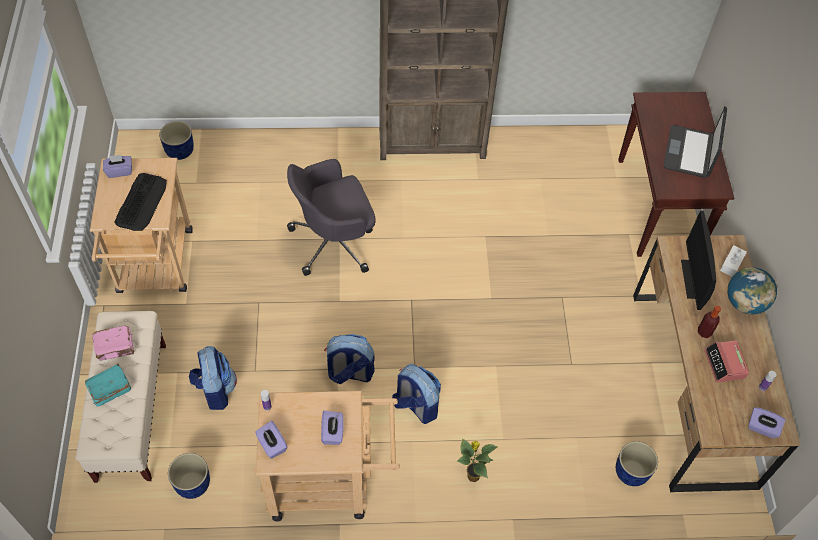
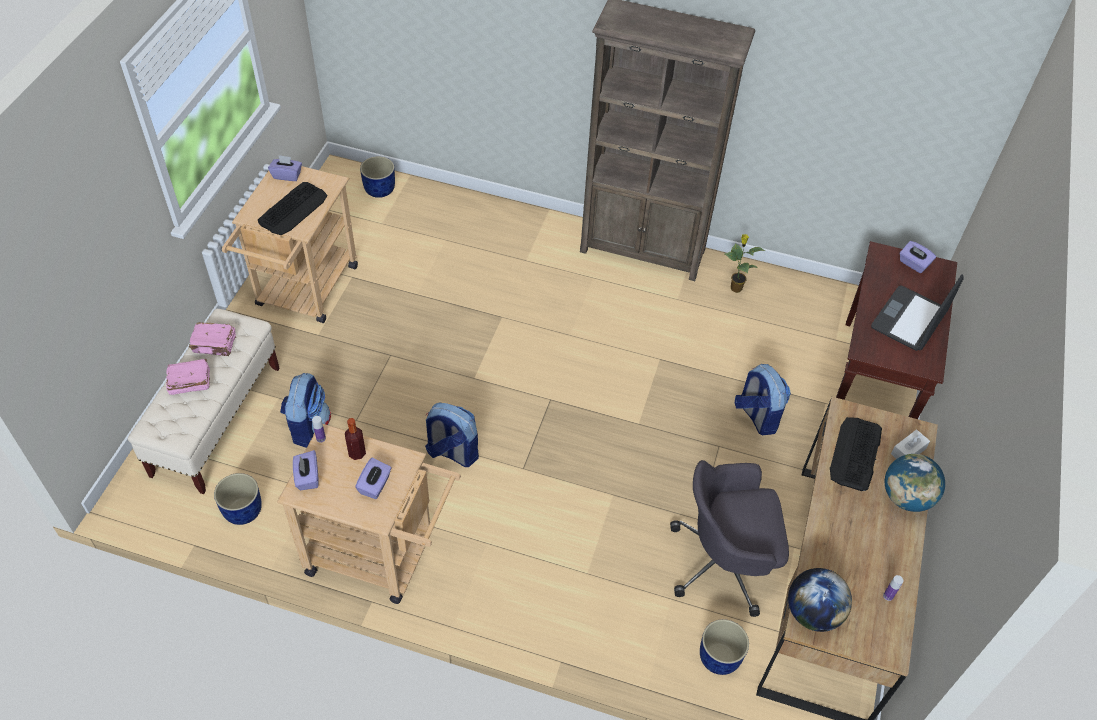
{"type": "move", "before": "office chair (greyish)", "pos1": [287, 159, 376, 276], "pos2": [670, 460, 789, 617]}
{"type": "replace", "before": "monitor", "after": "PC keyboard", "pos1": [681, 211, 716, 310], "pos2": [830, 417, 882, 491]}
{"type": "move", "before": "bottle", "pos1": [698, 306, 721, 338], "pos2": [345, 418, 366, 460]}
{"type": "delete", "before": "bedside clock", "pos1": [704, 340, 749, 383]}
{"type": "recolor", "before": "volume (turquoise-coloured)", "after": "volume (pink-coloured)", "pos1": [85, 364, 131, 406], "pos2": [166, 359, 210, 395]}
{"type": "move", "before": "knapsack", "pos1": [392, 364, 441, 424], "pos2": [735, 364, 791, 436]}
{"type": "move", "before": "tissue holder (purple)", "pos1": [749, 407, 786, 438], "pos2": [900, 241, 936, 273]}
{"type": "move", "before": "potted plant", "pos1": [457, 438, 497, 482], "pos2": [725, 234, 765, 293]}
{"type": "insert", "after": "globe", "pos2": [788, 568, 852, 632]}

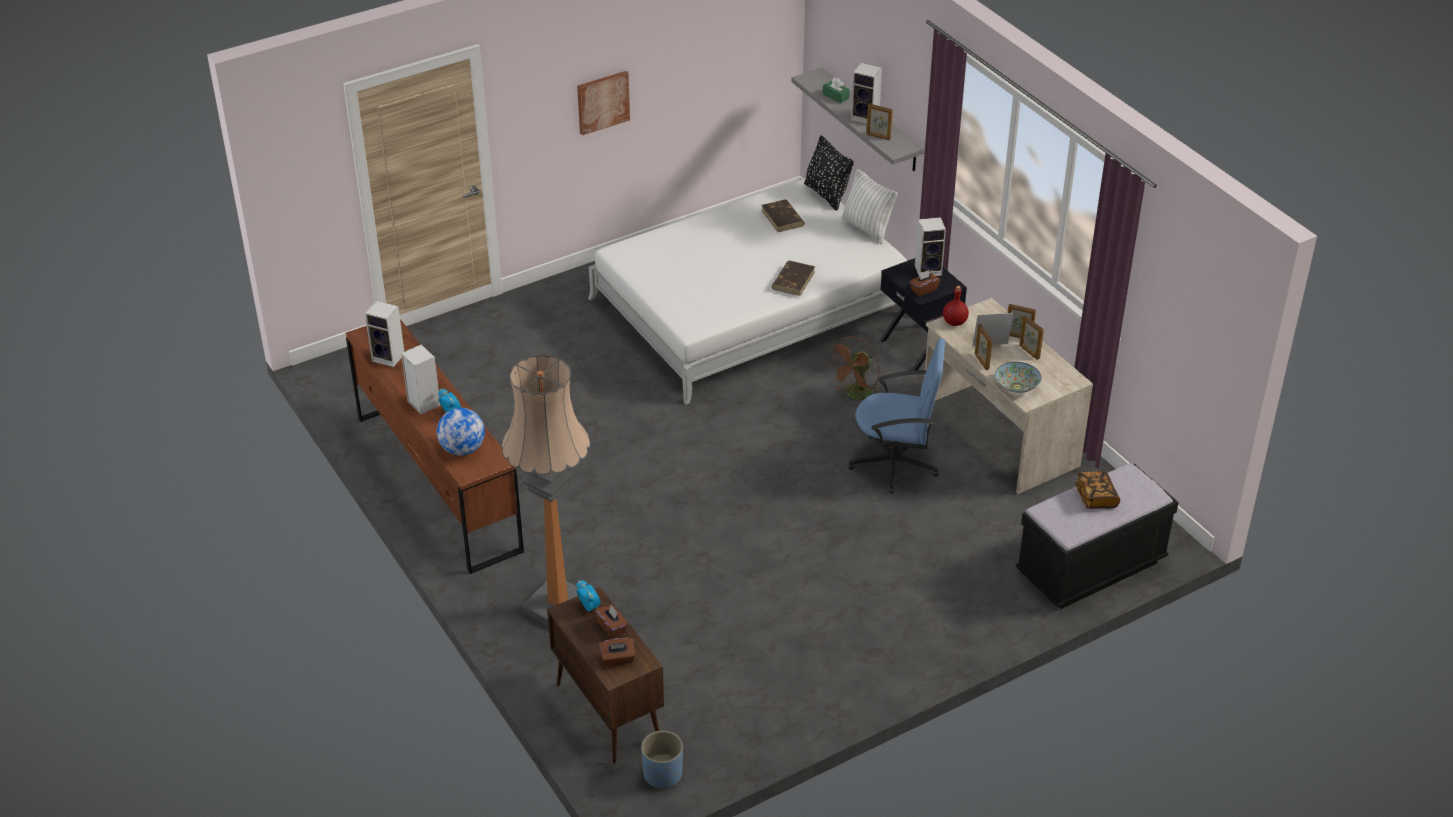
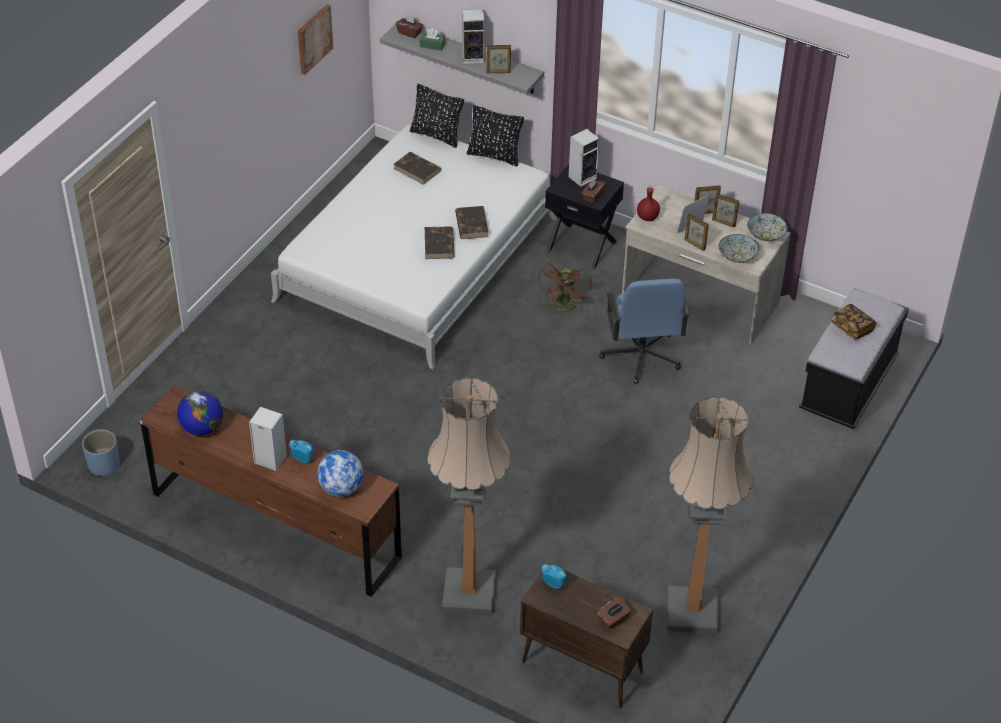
{"type": "move", "before": "wall art", "pos1": [577, 71, 630, 135], "pos2": [298, 4, 333, 75]}
{"type": "recolor", "before": "throw pillow (white)", "after": "throw pillow (black)", "pos1": [841, 169, 898, 244], "pos2": [467, 105, 524, 166]}
{"type": "replace", "before": "loudspeaker", "after": "globe", "pos1": [365, 301, 404, 367], "pos2": [177, 390, 223, 436]}
{"type": "rotate", "before": "office chair (blue-coloured)", "pos1": [848, 338, 945, 494], "pos2": [600, 279, 689, 384], "turn": 105}
{"type": "move", "before": "tissue holder (brown)", "pos1": [595, 605, 628, 638], "pos2": [396, 15, 423, 38]}
{"type": "move", "before": "plant pot (blue-coloured)", "pos1": [641, 731, 683, 789], "pos2": [82, 429, 120, 476]}
{"type": "insert", "after": "serving bowl", "pos2": [747, 213, 788, 241]}
{"type": "insert", "after": "volume (brown)", "pos2": [425, 227, 454, 259]}
{"type": "insert", "after": "standing lamp", "pos2": [667, 396, 753, 634]}

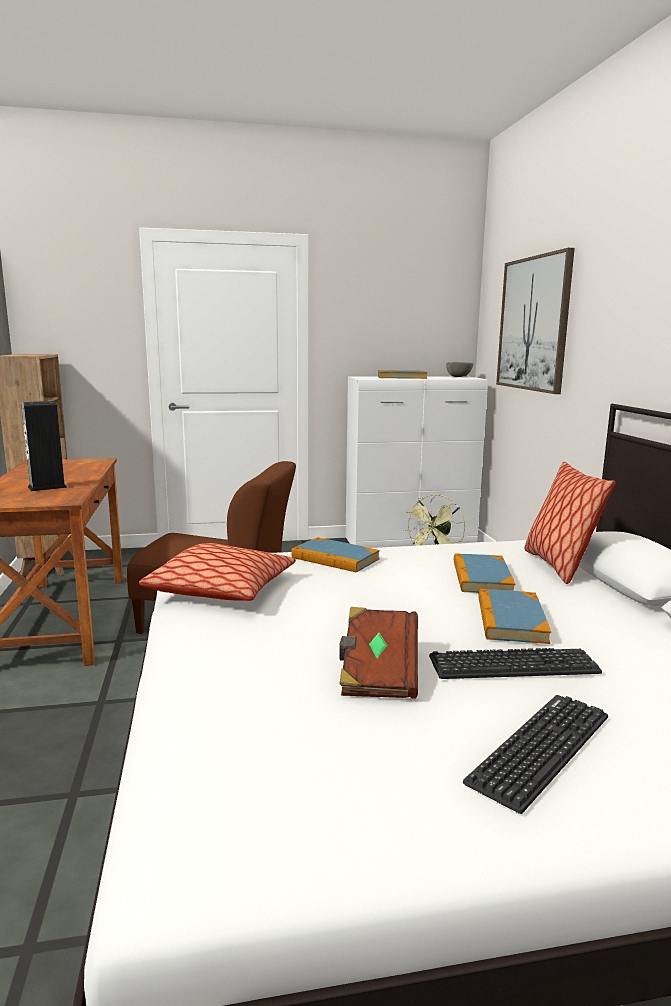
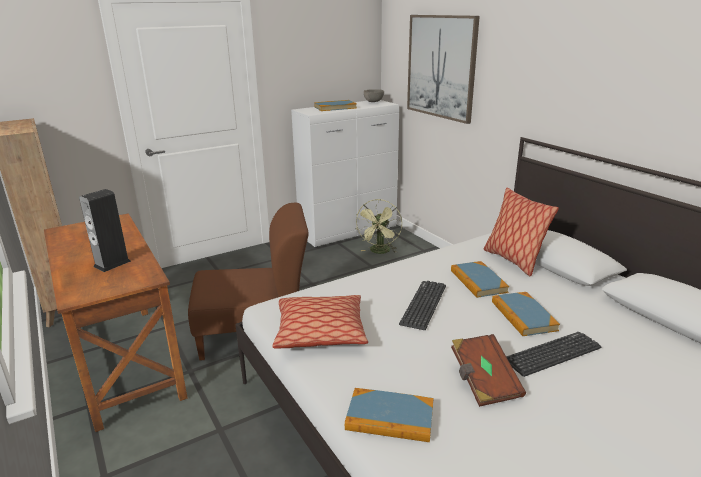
{"type": "move", "before": "volume", "pos1": [291, 537, 380, 573], "pos2": [345, 388, 434, 442]}
{"type": "move", "before": "PC keyboard", "pos1": [463, 695, 608, 814], "pos2": [399, 281, 446, 330]}

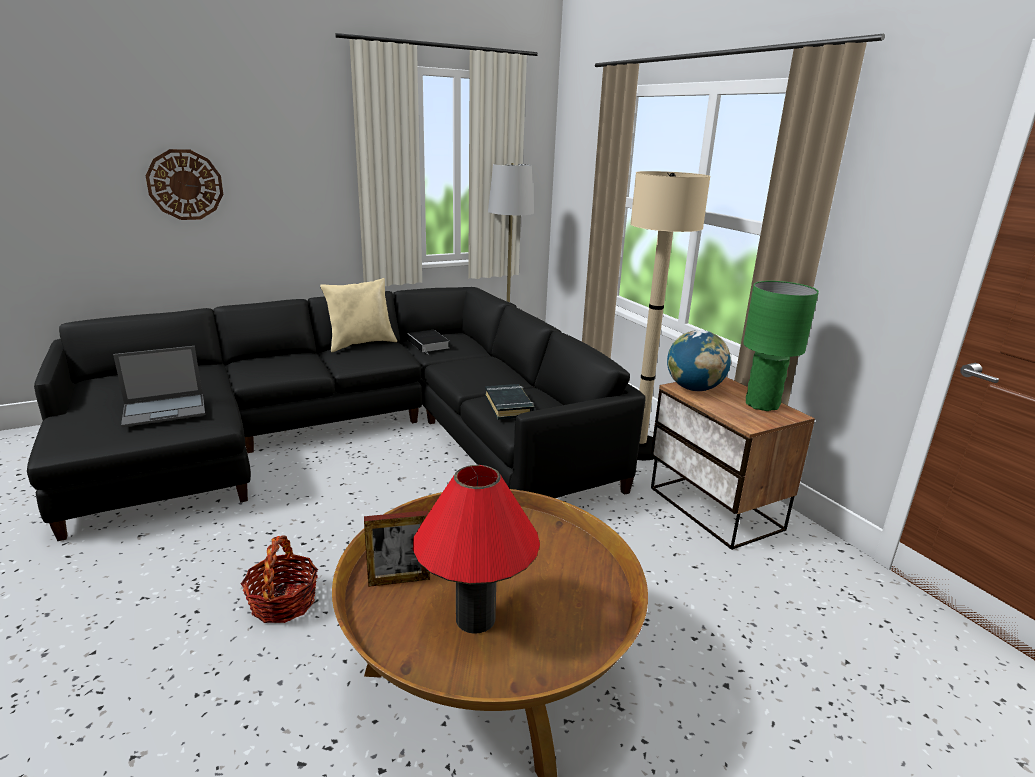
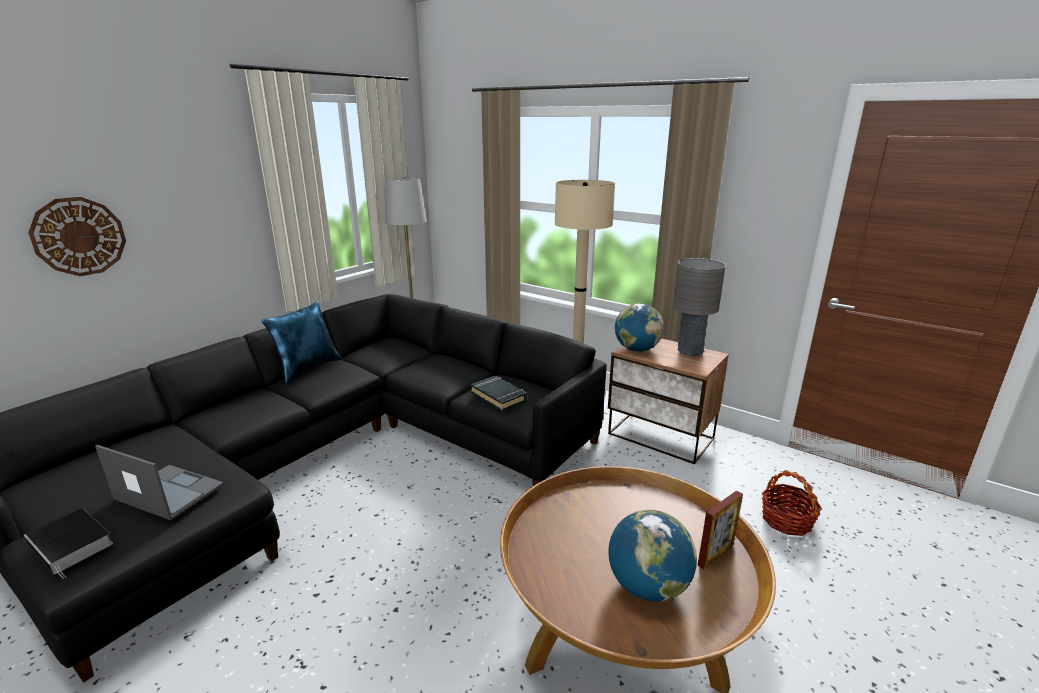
{"type": "recolor", "before": "throw pillow (beige-coloured)", "after": "throw pillow (blue-coloured)", "pos1": [320, 278, 397, 352], "pos2": [261, 301, 342, 384]}
{"type": "recolor", "before": "lamp for a table (green-coloured)", "after": "lamp for a table (greyish)", "pos1": [743, 281, 819, 411], "pos2": [673, 258, 726, 356]}
{"type": "move", "before": "volume", "pos1": [407, 330, 449, 354], "pos2": [24, 508, 113, 579]}
{"type": "rotate", "before": "laptop", "pos1": [113, 346, 205, 427], "pos2": [95, 445, 224, 520], "turn": -105}
{"type": "replace", "before": "lamp for a table (red)", "after": "globe", "pos1": [413, 465, 540, 634], "pos2": [608, 510, 697, 602]}
{"type": "move", "before": "picture frame", "pos1": [364, 510, 430, 587], "pos2": [698, 491, 743, 569]}
{"type": "move", "before": "household basket", "pos1": [241, 535, 318, 623], "pos2": [762, 470, 822, 536]}

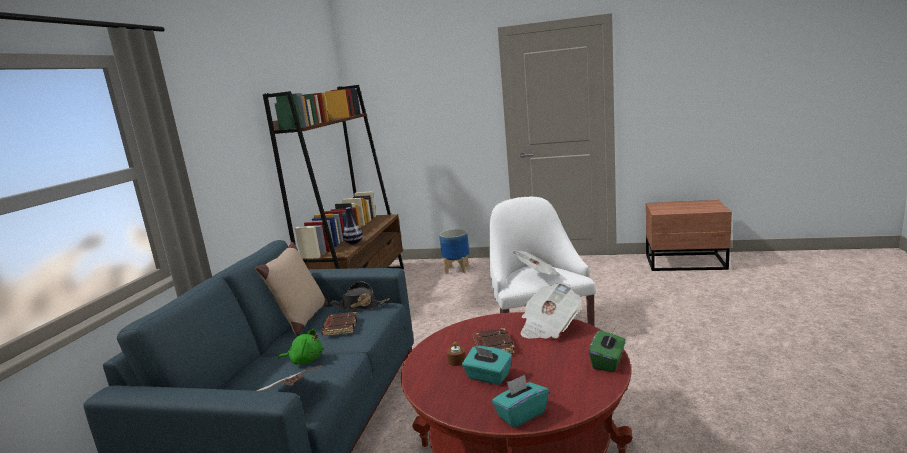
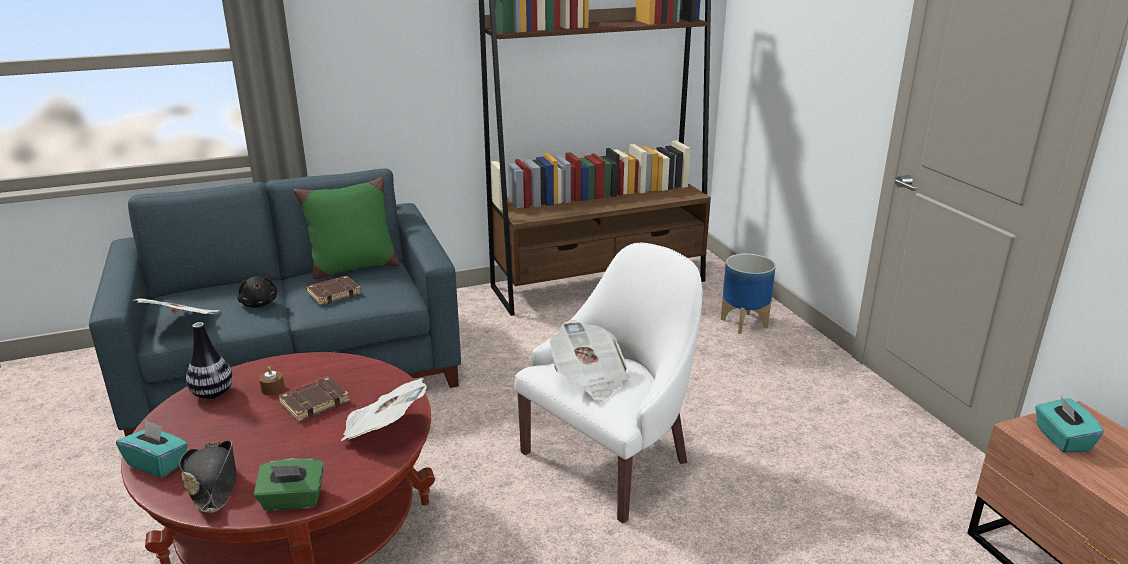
{"type": "move", "before": "flower vase", "pos1": [343, 207, 363, 245], "pos2": [186, 322, 233, 399]}
{"type": "recolor", "before": "throw pillow (beige-coloured)", "after": "throw pillow (green-coloured)", "pos1": [255, 242, 328, 335], "pos2": [293, 177, 400, 279]}
{"type": "move", "before": "clothing hat (black)", "pos1": [329, 281, 390, 309], "pos2": [179, 440, 237, 513]}
{"type": "recolor", "before": "cuddly toy (green-coloured)", "after": "cuddly toy (black)", "pos1": [278, 328, 323, 365], "pos2": [237, 276, 277, 308]}
{"type": "move", "before": "tissue holder (turquoise-coloured)", "pos1": [462, 346, 512, 385], "pos2": [1035, 396, 1104, 453]}

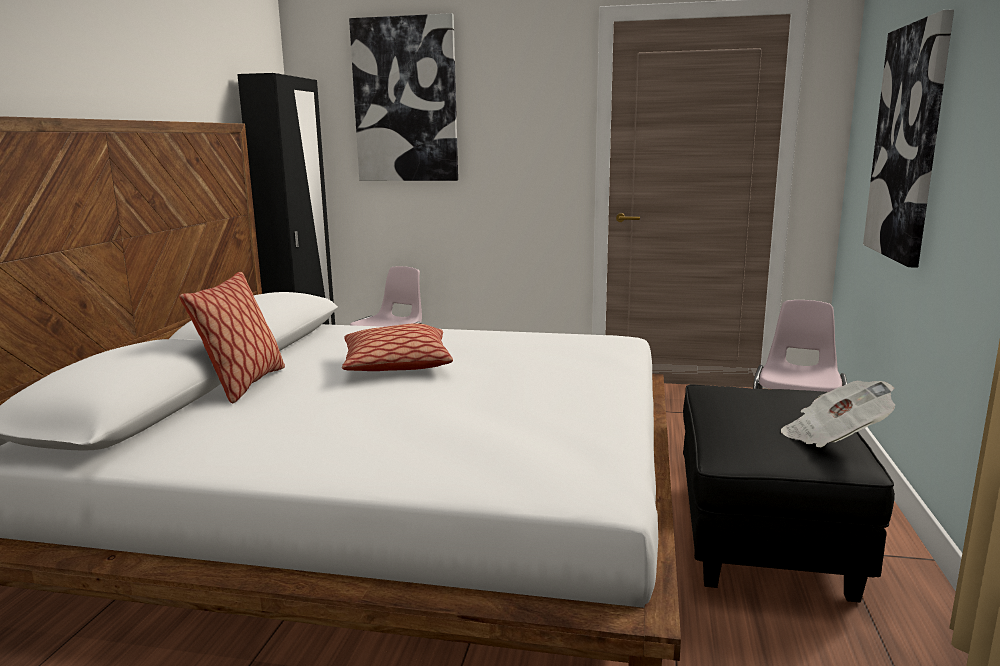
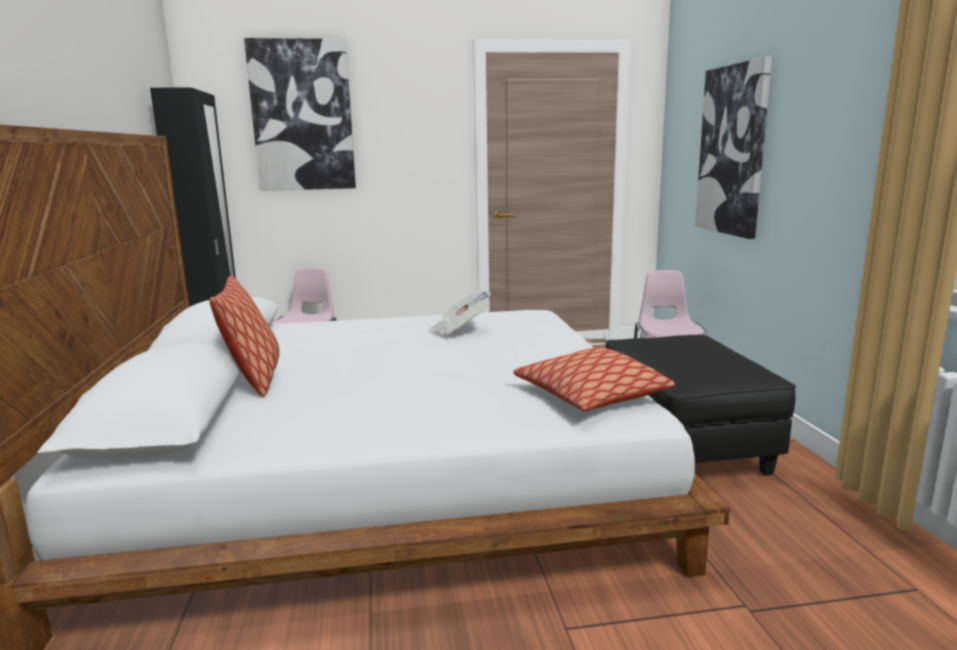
{"type": "move", "before": "throw pillow", "pos1": [342, 323, 453, 371], "pos2": [514, 348, 675, 411]}
{"type": "move", "before": "daily paper", "pos1": [781, 381, 895, 447], "pos2": [429, 292, 491, 334]}

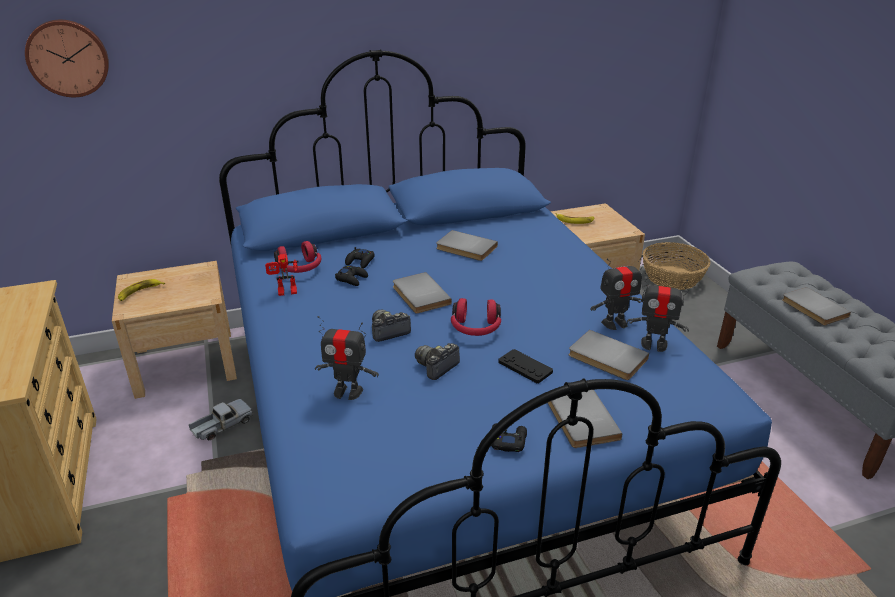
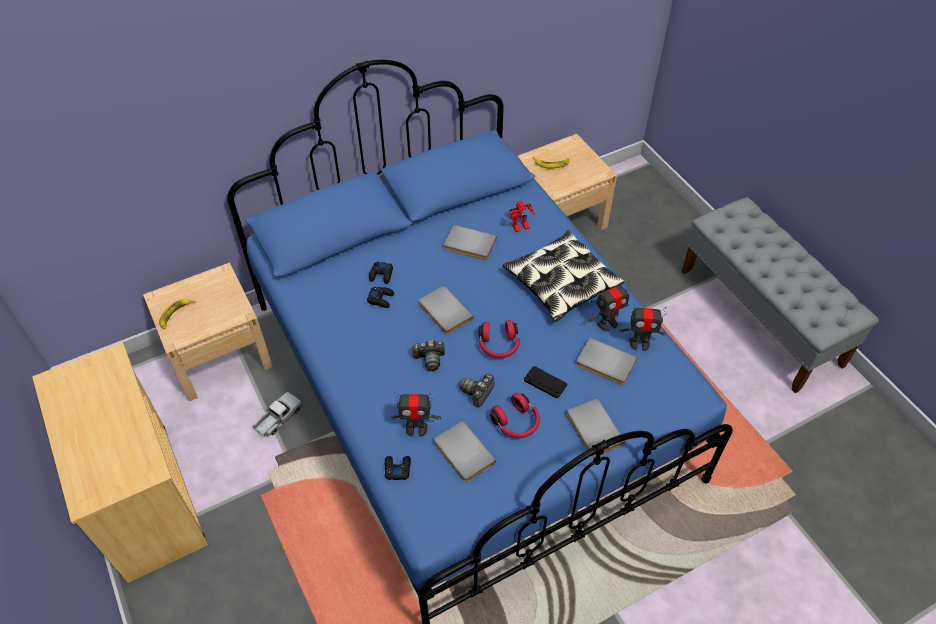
{"type": "delete", "before": "hanging clock", "pos1": [25, 20, 109, 97]}
{"type": "move", "before": "headphones (red)", "pos1": [274, 241, 322, 273], "pos2": [490, 393, 540, 438]}
{"type": "delete", "before": "household basket", "pos1": [642, 242, 711, 290]}
{"type": "move", "before": "toy robot", "pos1": [265, 254, 299, 296], "pos2": [509, 201, 535, 232]}
{"type": "move", "before": "volume (greyish)", "pos1": [782, 287, 851, 325], "pos2": [434, 421, 496, 482]}
{"type": "rotate", "before": "photo camera", "pos1": [372, 310, 411, 342], "pos2": [412, 340, 445, 371], "turn": -150}
{"type": "move", "before": "joypad (black)", "pos1": [491, 423, 527, 452], "pos2": [385, 456, 411, 480]}
{"type": "insert", "after": "throw pillow", "pos2": [503, 230, 624, 322]}

